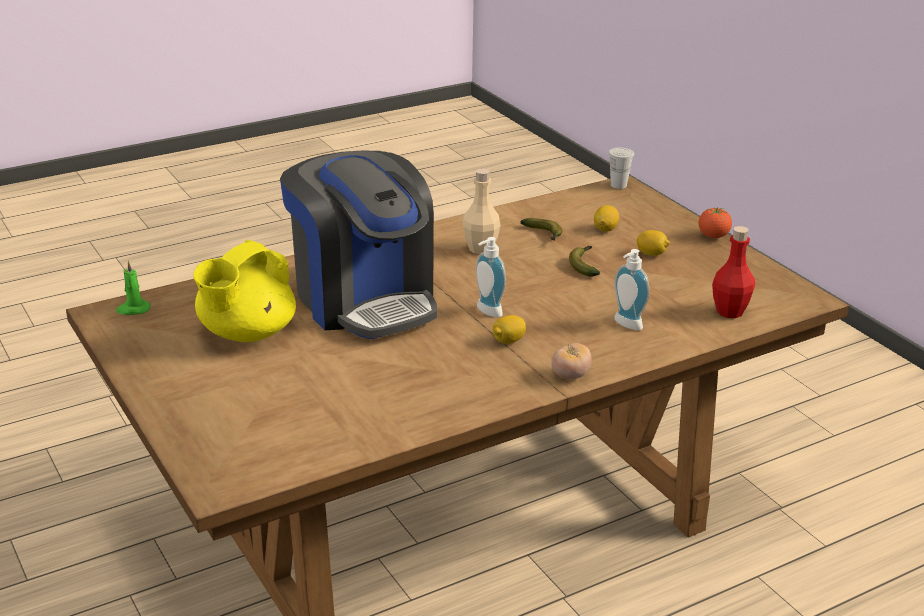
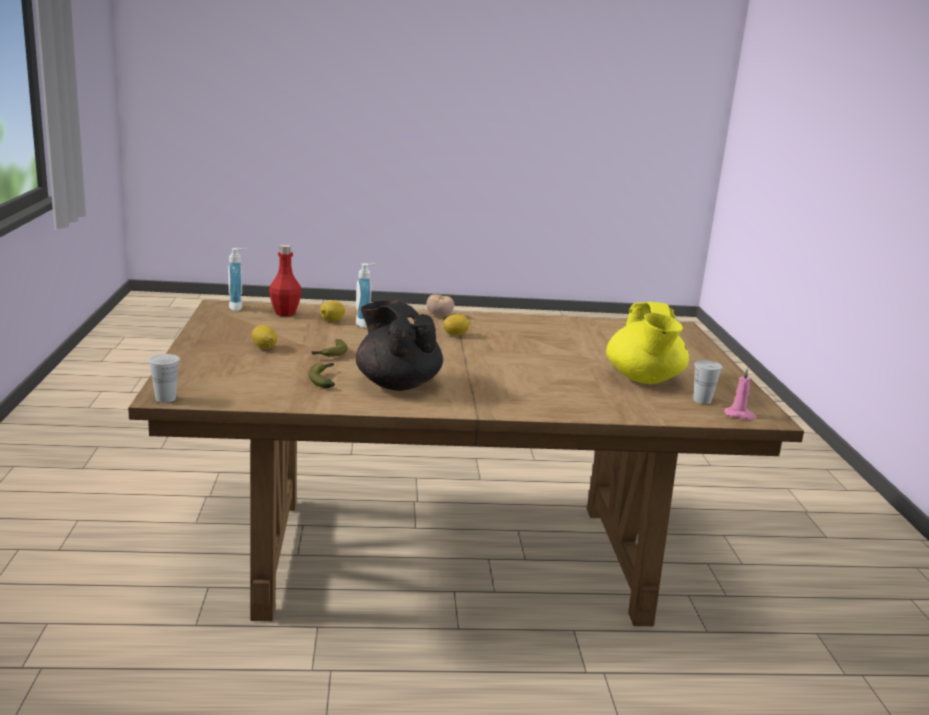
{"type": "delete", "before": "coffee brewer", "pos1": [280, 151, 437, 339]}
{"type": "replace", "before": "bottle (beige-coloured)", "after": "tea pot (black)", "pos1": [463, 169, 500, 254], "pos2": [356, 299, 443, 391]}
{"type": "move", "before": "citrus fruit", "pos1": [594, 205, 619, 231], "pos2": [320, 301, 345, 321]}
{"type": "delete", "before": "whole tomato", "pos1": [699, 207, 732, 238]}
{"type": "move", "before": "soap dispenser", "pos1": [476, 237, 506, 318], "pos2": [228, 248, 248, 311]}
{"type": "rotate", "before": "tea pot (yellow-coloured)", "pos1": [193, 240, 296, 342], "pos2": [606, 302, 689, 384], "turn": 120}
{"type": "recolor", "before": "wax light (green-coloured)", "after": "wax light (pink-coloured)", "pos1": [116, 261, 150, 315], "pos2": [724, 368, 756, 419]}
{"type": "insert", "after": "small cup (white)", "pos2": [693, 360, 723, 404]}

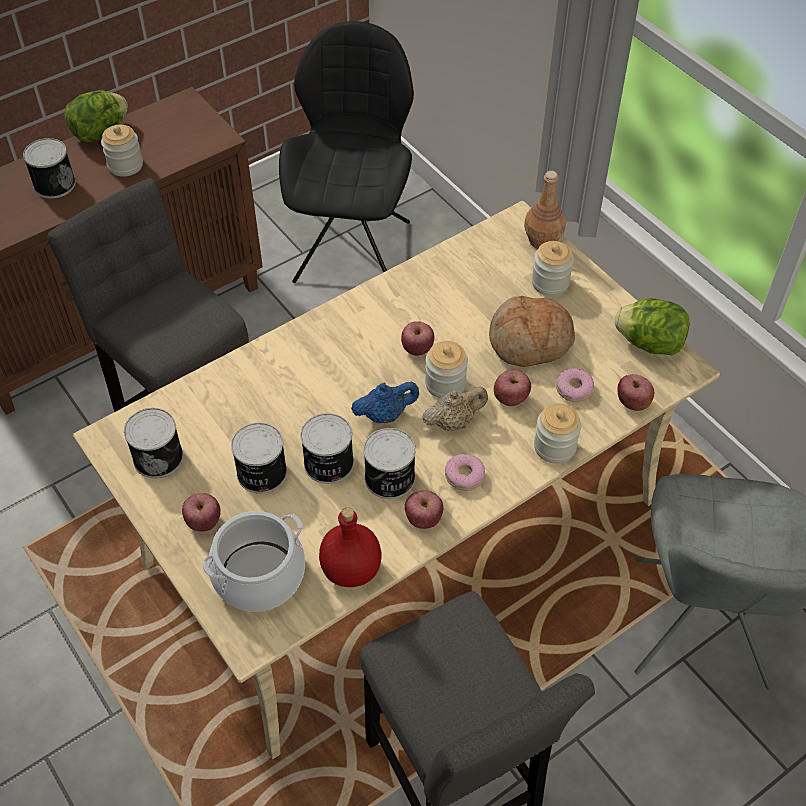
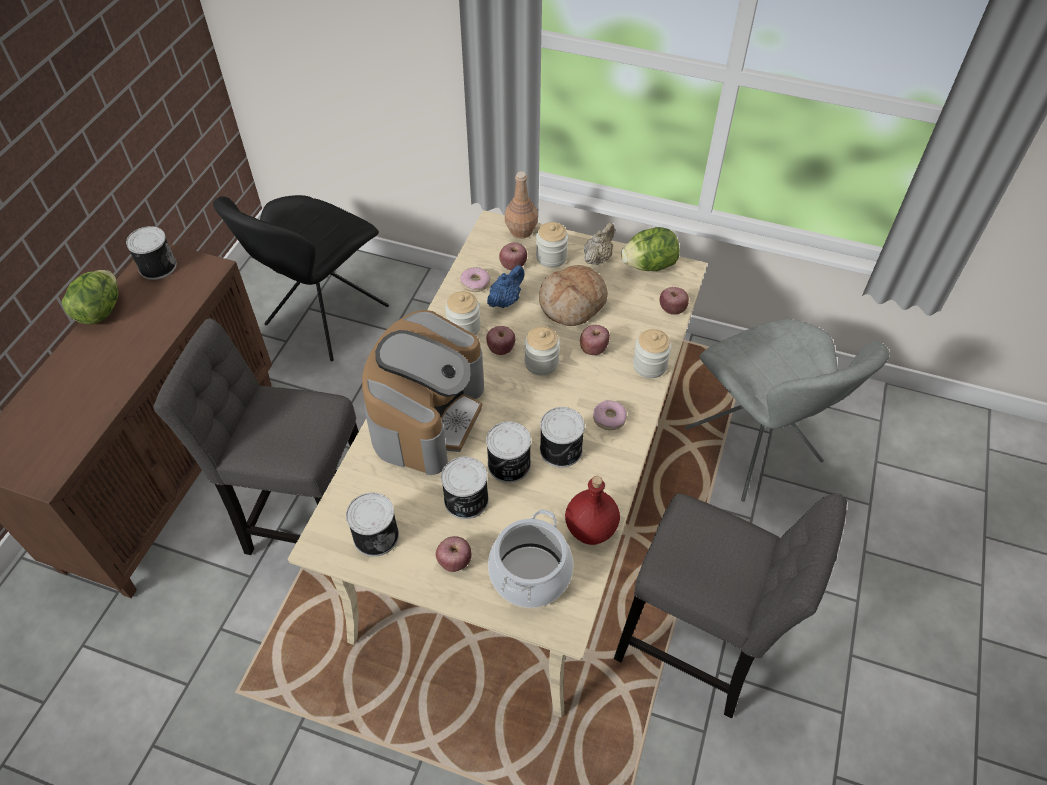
{"type": "rotate", "before": "plain chair (black)", "pos1": [279, 21, 414, 283], "pos2": [213, 195, 389, 361], "turn": -120}
{"type": "move", "before": "preserve jar", "pos1": [101, 125, 143, 177], "pos2": [445, 291, 481, 335]}
{"type": "move", "before": "metal can", "pos1": [23, 138, 76, 199], "pos2": [126, 226, 177, 280]}
{"type": "move", "before": "doughnut", "pos1": [556, 368, 594, 402], "pos2": [461, 267, 490, 292]}
{"type": "move", "before": "tea pot (blue-coloured)", "pos1": [351, 382, 419, 423], "pos2": [487, 265, 525, 308]}
{"type": "move", "before": "tea pot (beige-coloured)", "pos1": [422, 387, 488, 431], "pos2": [584, 222, 614, 265]}
{"type": "move", "before": "apple", "pos1": [405, 490, 443, 529], "pos2": [499, 243, 527, 270]}
{"type": "insert", "after": "coffee brewer", "pos2": [362, 310, 484, 475]}

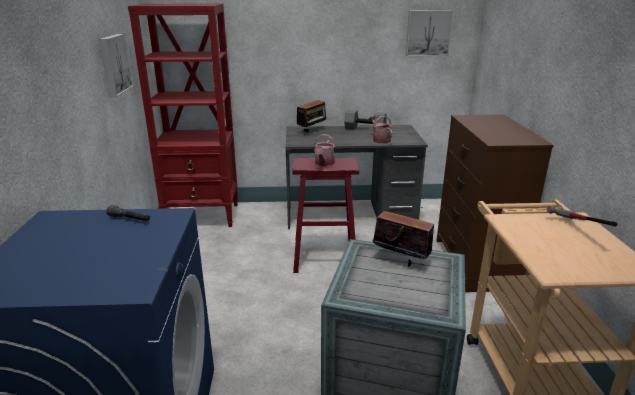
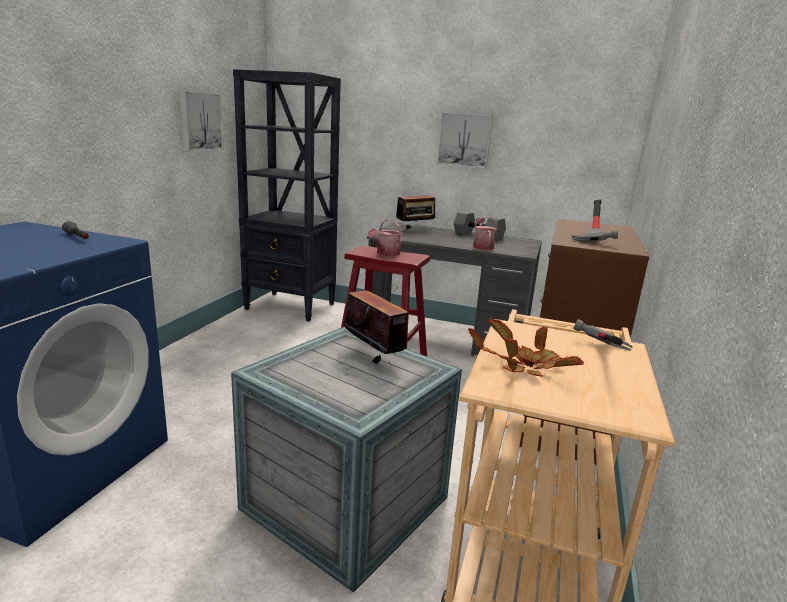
{"type": "recolor", "before": "shelving unit (red)", "after": "shelving unit (black)", "pos1": [128, 4, 238, 227], "pos2": [233, 69, 341, 322]}
{"type": "move", "before": "wall art", "pos1": [406, 10, 453, 56], "pos2": [437, 112, 493, 169]}
{"type": "insert", "after": "tool hammer", "pos2": [571, 200, 618, 242]}
{"type": "insert", "after": "potted plant", "pos2": [468, 318, 584, 377]}

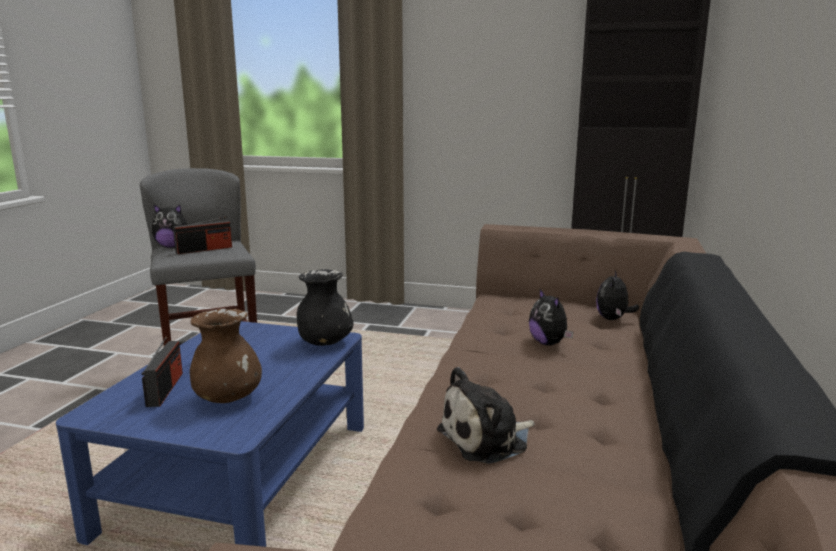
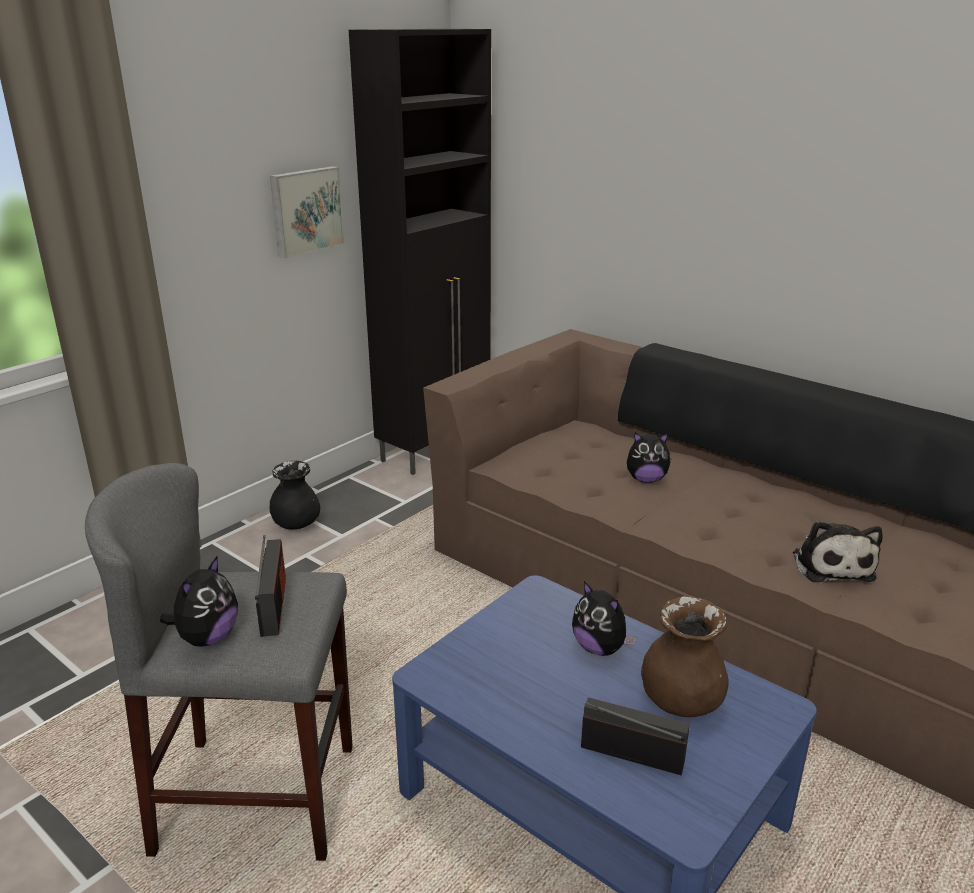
{"type": "move", "before": "flower vase (black)", "pos1": [297, 269, 354, 346], "pos2": [270, 461, 320, 530]}
{"type": "move", "before": "cuddly toy", "pos1": [596, 271, 639, 320], "pos2": [572, 581, 637, 656]}
{"type": "insert", "after": "wall art", "pos2": [270, 166, 345, 258]}

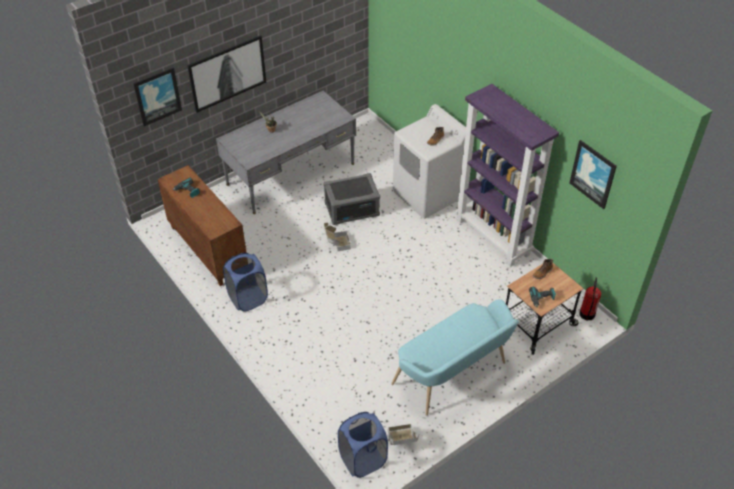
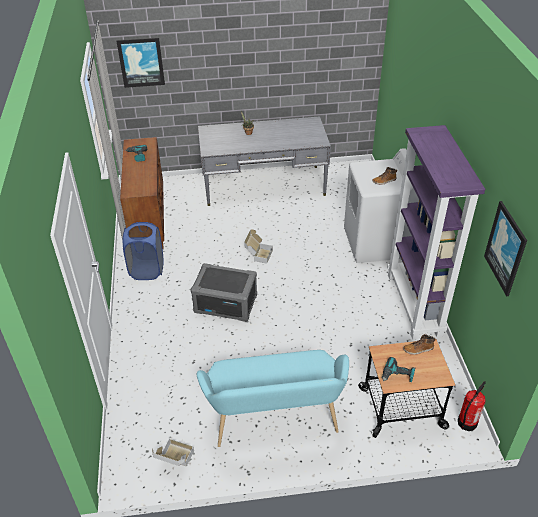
{"type": "delete", "before": "wall art", "pos1": [187, 35, 266, 113]}
{"type": "move", "before": "storage container (greyish)", "pos1": [324, 173, 380, 225], "pos2": [191, 263, 257, 322]}
{"type": "delete", "before": "hamper (blue-coloured)", "pos1": [338, 412, 388, 478]}

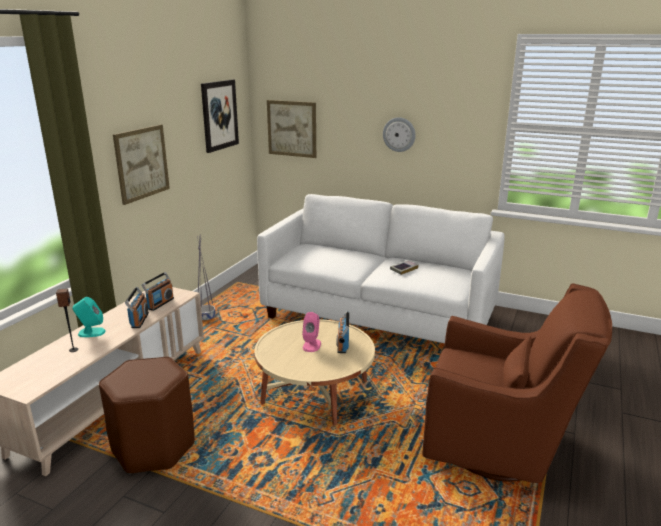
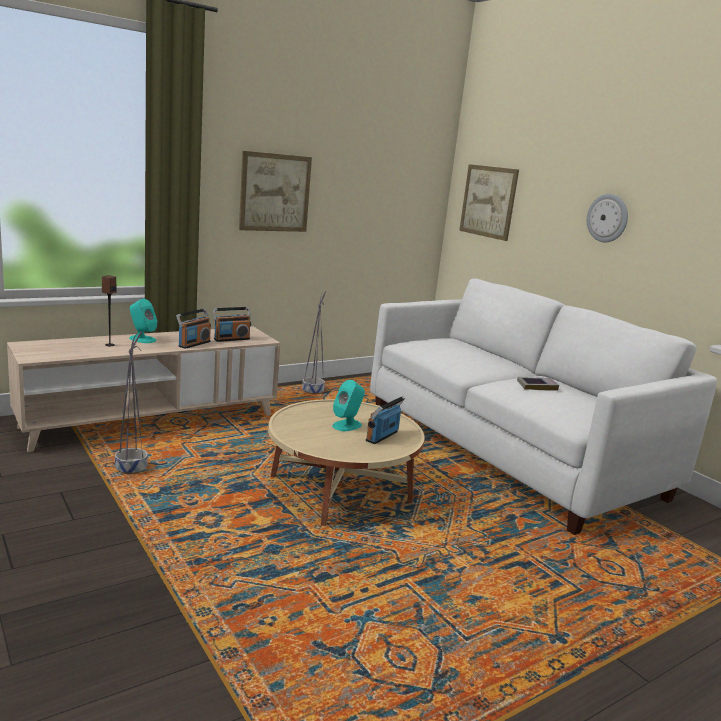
{"type": "delete", "before": "wall art", "pos1": [201, 79, 239, 153]}
{"type": "delete", "before": "easy chair (brown)", "pos1": [423, 283, 612, 483]}
{"type": "recolor", "before": "loudspeaker (pink-coloured)", "after": "loudspeaker (turquoise-coloured)", "pos1": [302, 312, 321, 352], "pos2": [332, 380, 365, 431]}
{"type": "replace", "before": "stool (brown)", "after": "plant pot (greyish)", "pos1": [99, 357, 195, 474], "pos2": [115, 331, 148, 474]}

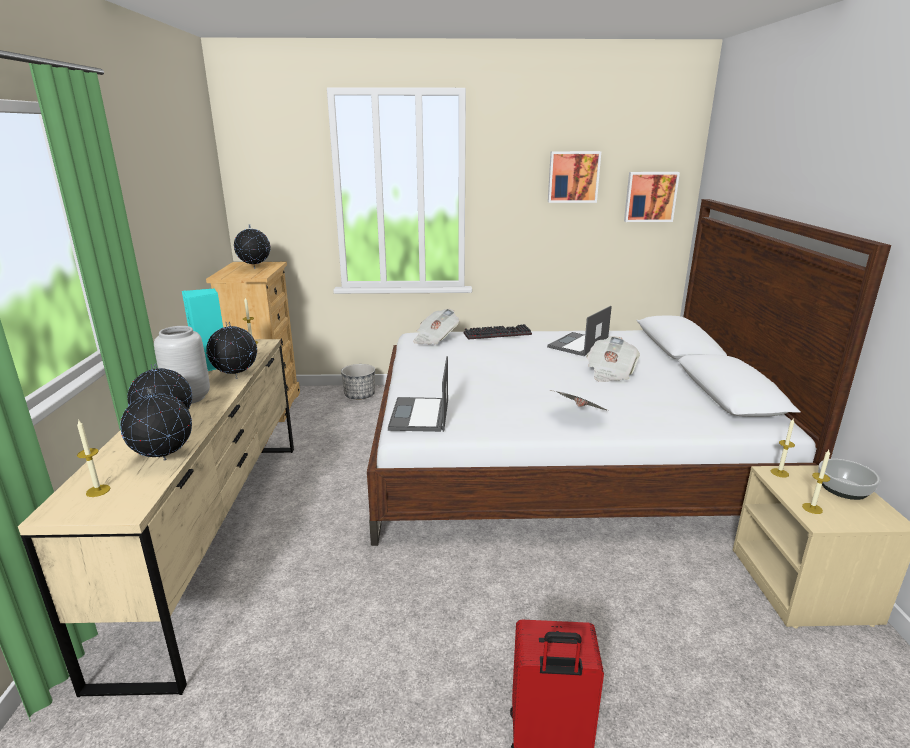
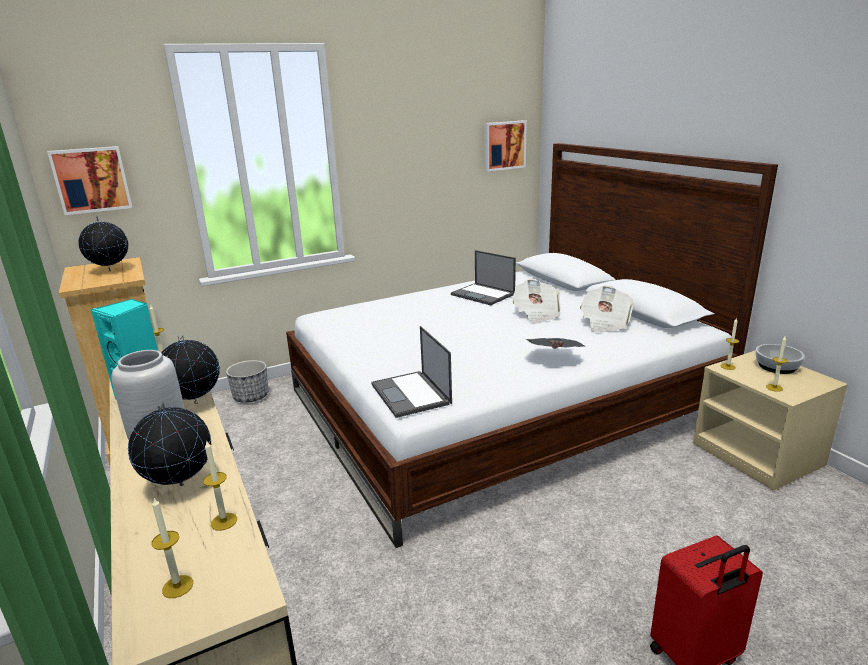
{"type": "move", "before": "wall art", "pos1": [548, 151, 601, 203], "pos2": [47, 146, 133, 215]}
{"type": "rotate", "before": "laptop", "pos1": [547, 306, 612, 356], "pos2": [451, 250, 516, 305], "turn": -60}
{"type": "move", "before": "daily paper", "pos1": [413, 309, 459, 345], "pos2": [580, 286, 634, 333]}
{"type": "delete", "before": "PC keyboard", "pos1": [464, 324, 532, 340]}
{"type": "replace", "before": "globe", "after": "wax light", "pos1": [120, 388, 192, 461], "pos2": [203, 441, 237, 531]}

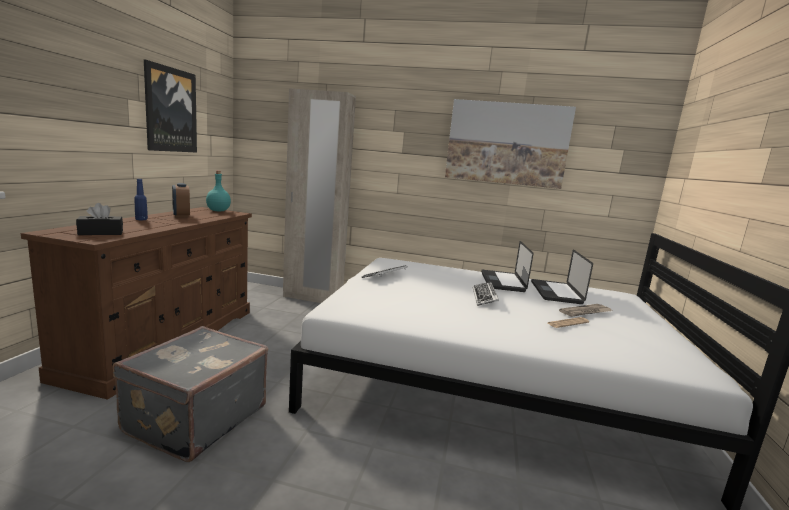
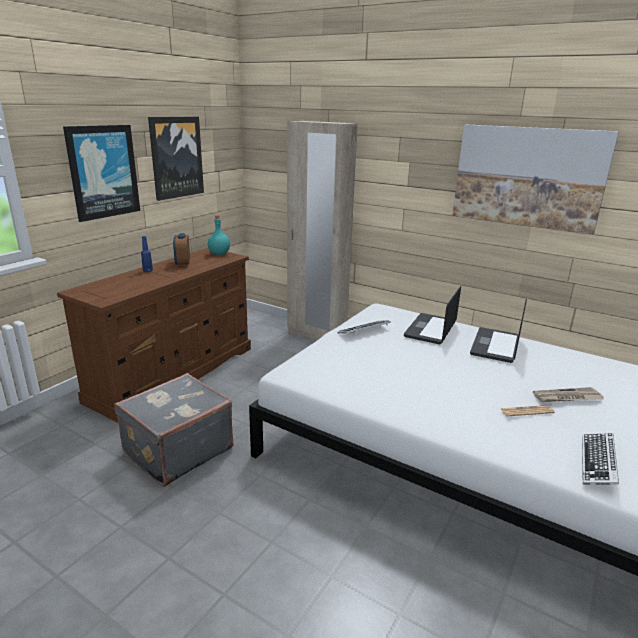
{"type": "delete", "before": "tissue holder (black)", "pos1": [76, 203, 123, 235]}
{"type": "move", "before": "laptop", "pos1": [531, 249, 593, 304], "pos2": [404, 286, 461, 344]}
{"type": "move", "before": "PC keyboard", "pos1": [473, 282, 499, 306], "pos2": [582, 433, 619, 485]}
{"type": "insert", "after": "wall art", "pos2": [63, 125, 140, 222]}

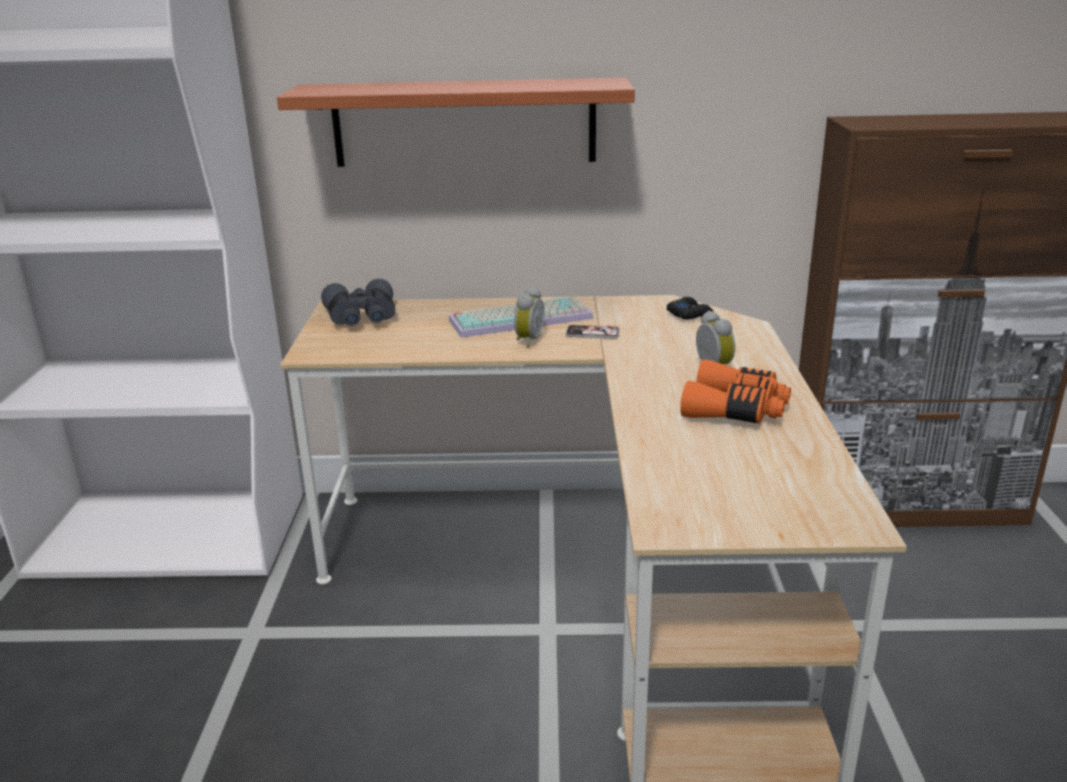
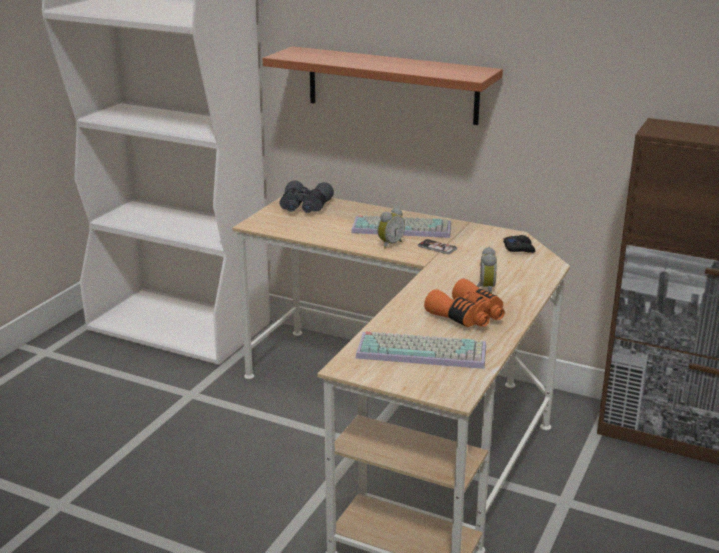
{"type": "insert", "after": "PC keyboard", "pos2": [356, 331, 486, 369]}

